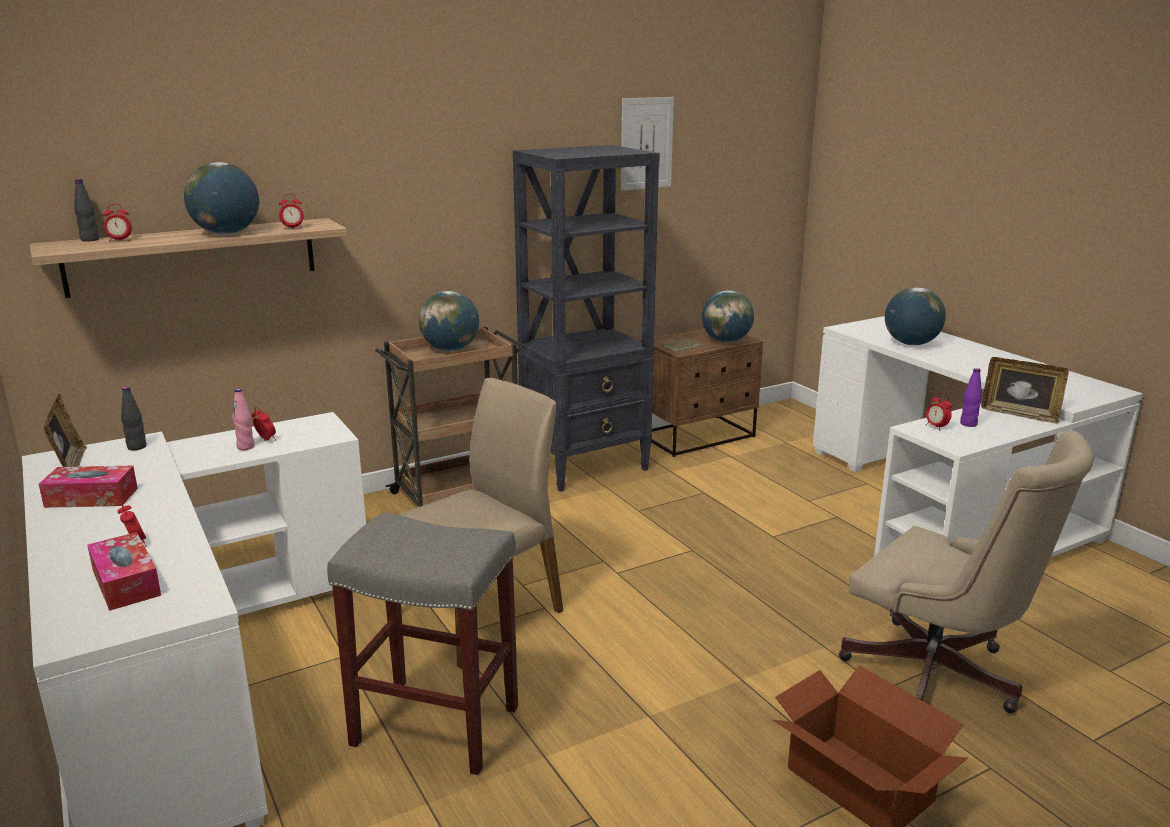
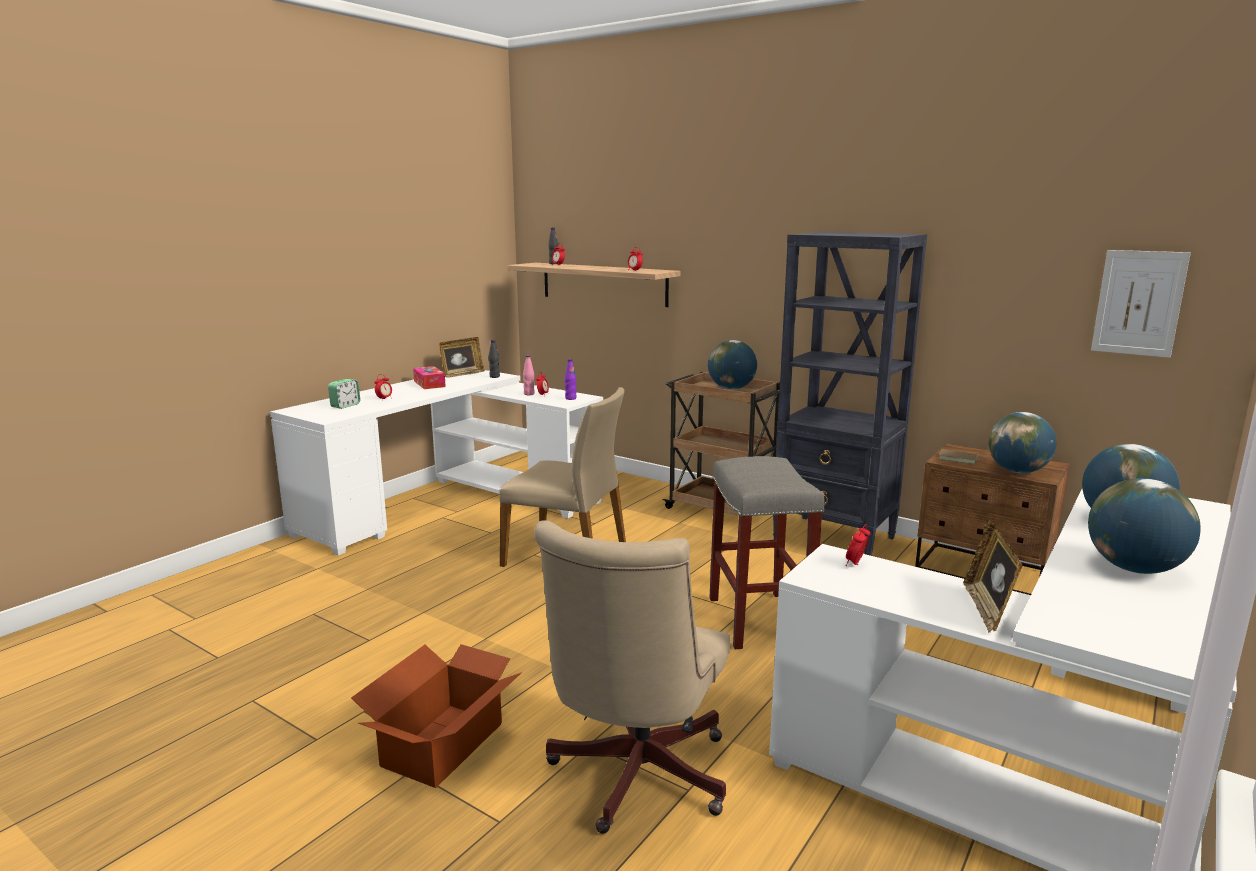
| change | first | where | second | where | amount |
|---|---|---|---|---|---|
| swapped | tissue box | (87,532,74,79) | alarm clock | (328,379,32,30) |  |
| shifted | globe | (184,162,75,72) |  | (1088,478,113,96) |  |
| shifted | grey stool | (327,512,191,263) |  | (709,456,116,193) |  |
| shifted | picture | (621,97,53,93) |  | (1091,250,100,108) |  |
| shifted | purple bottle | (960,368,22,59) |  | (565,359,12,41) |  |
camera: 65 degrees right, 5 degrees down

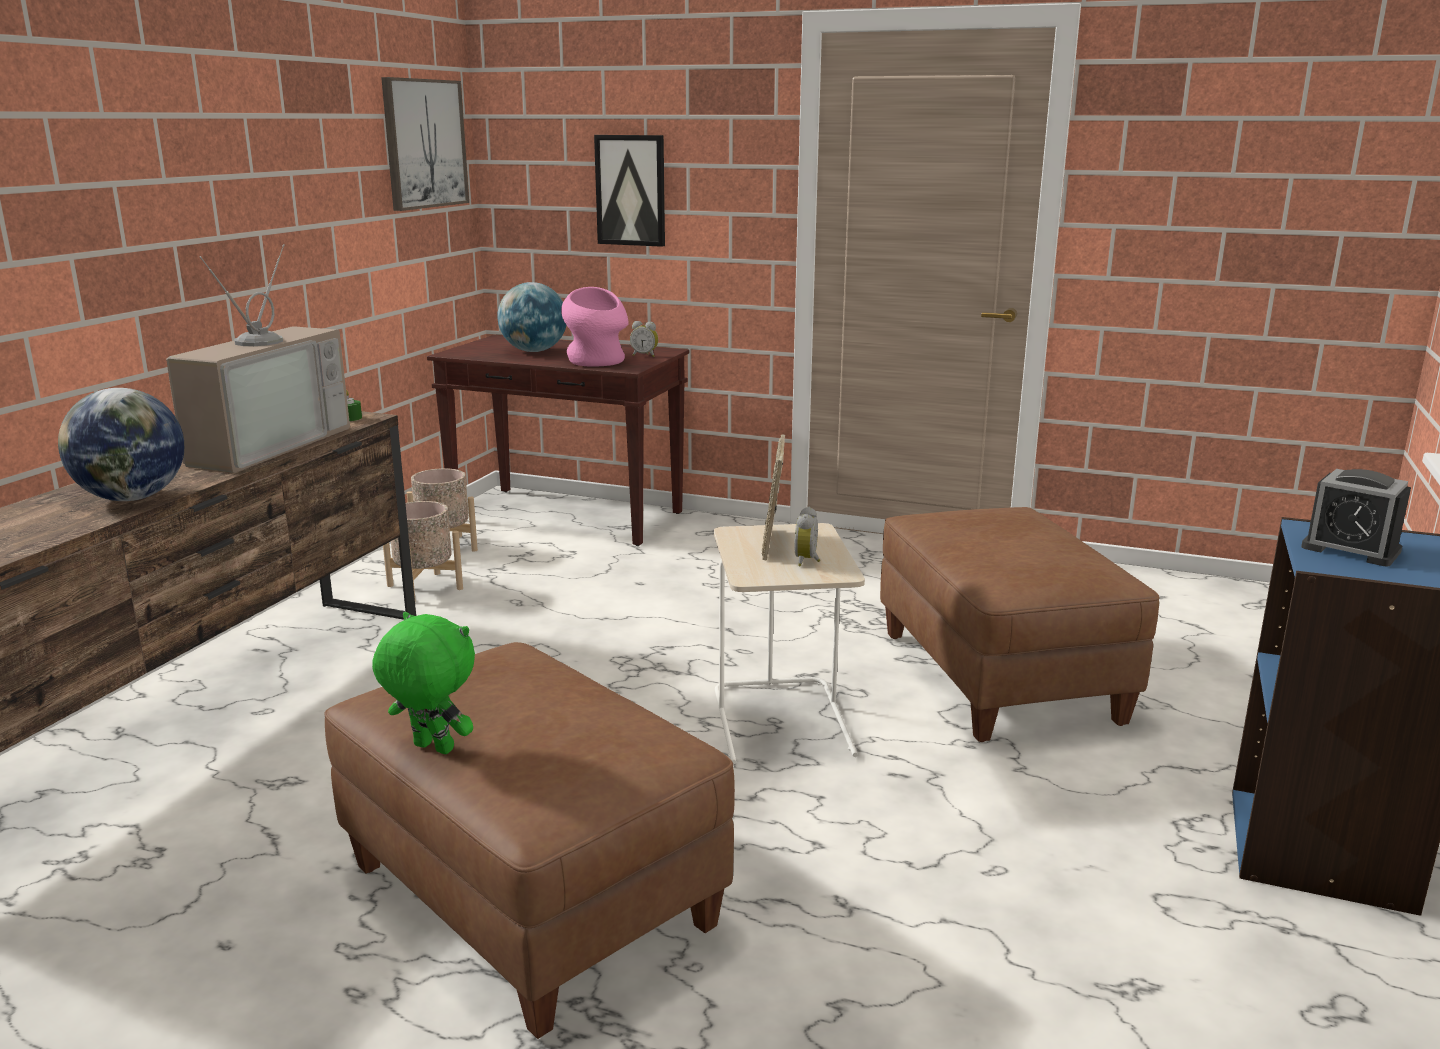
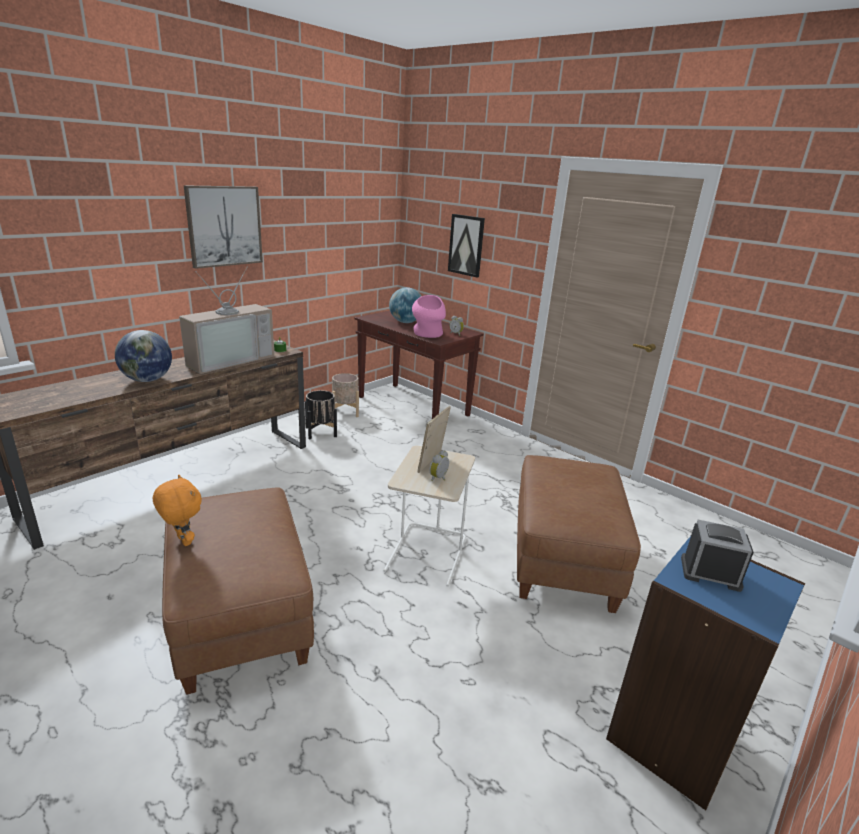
| change | first | where | second | where | amount |
|---|---|---|---|---|---|
| repainted | green plush toy | (372,612,103,142) | orange plush toy | (153,474,49,72) |  |
| shifted | picture | (381,77,88,134) |  | (184,185,79,84) |  |
| repainted | beige planter | (383,501,80,101) | black planter | (305,390,32,49) |  |
| rotated | alarm clock | (1301,469,110,97) |  | (681,520,73,72) | 135 degrees clockwise |
camera: 20 degrees right, 5 degrees up

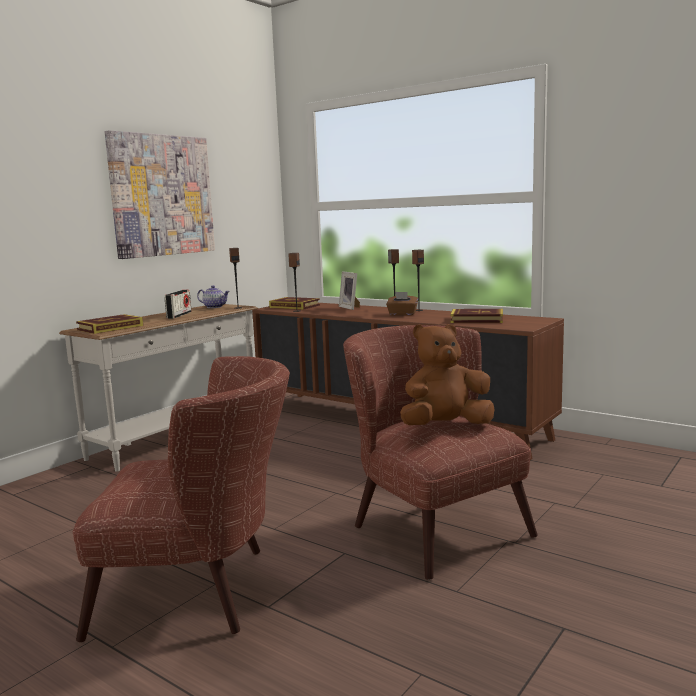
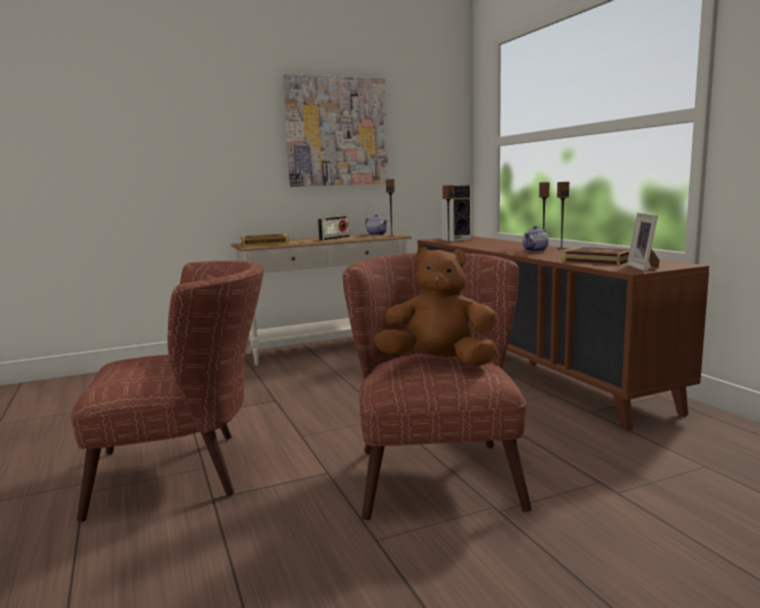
| change | first | where | second | where | amount |
|---|---|---|---|---|---|
| rotated | brown armchair | (73,356,217,286) |  | (71,261,193,261) | 45 degrees counterclockwise |
| swapped | book | (269,297,51,13) | speaker | (441,184,31,57) |  |
| shifted | picture frame | (339,271,21,39) |  | (627,213,33,58) |  |
| swapped | brown tissue box | (386,292,32,23) | teapot | (522,226,27,26) |  |
camera: 30 degrees right, 0 degrees up

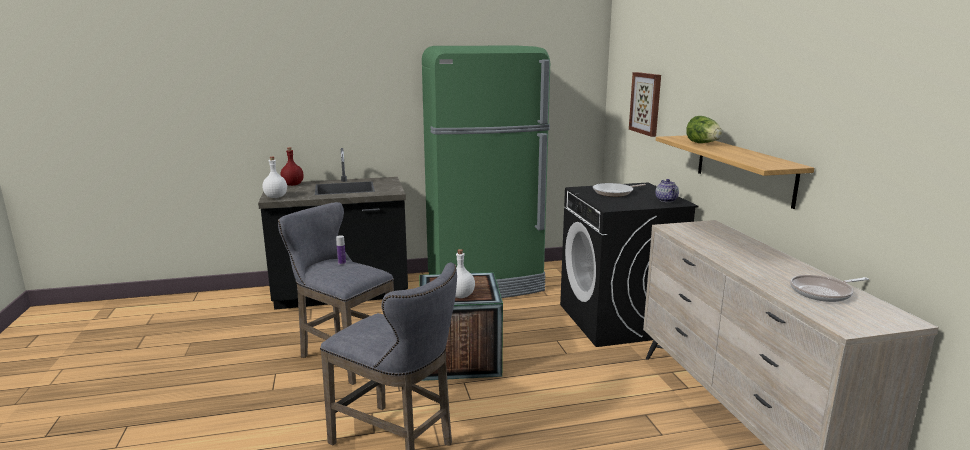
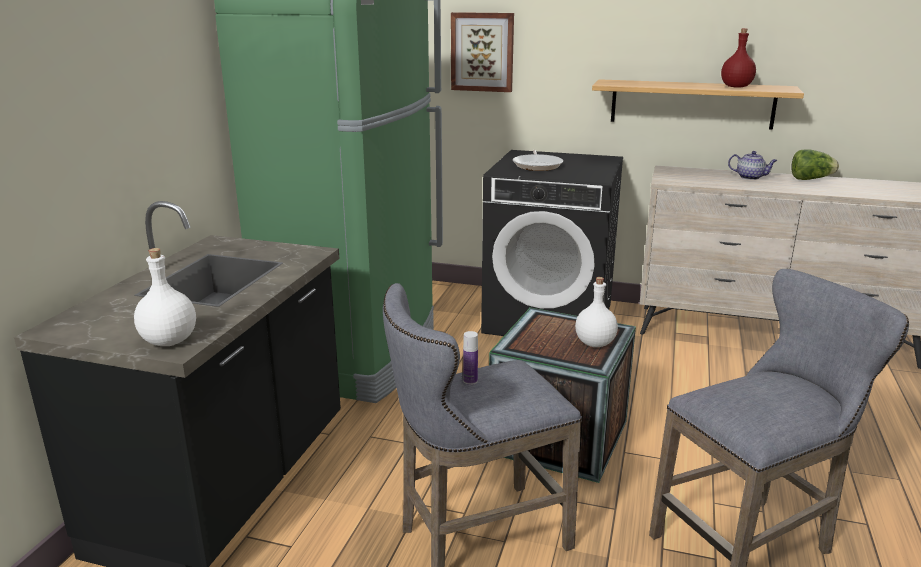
| change | first | where | second | where | amount |
|---|---|---|---|---|---|
| shifted | red bottle | (280,147,24,39) |  | (721,28,35,60) |  |
| shifted | teapot | (655,179,24,23) |  | (728,151,50,29) |  |
| shifted | lettuce | (686,116,37,27) |  | (792,149,47,31) |  |
| gone | frying pan | (790,275,79,27) |  |  |  |
camera: 60 degrees left, 5 degrees up

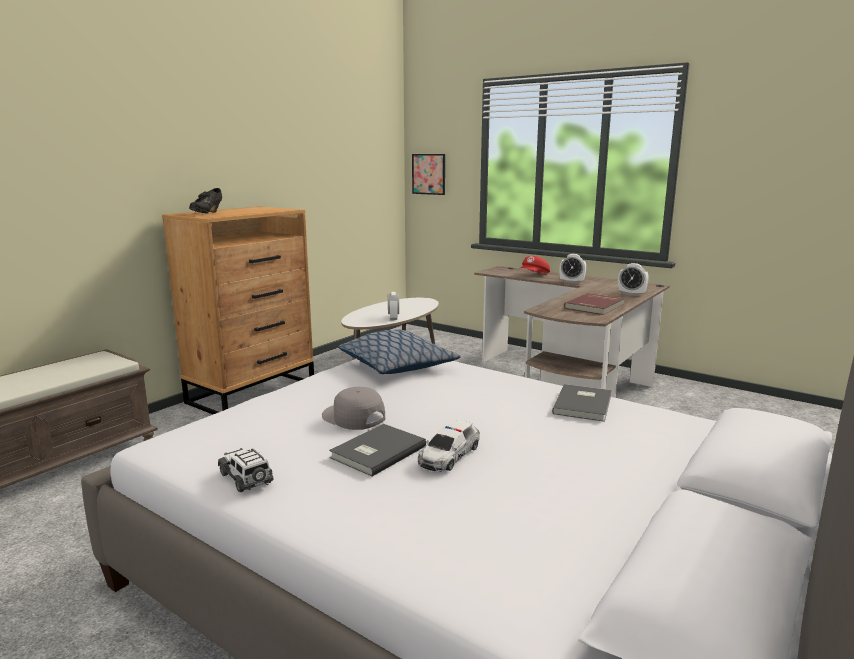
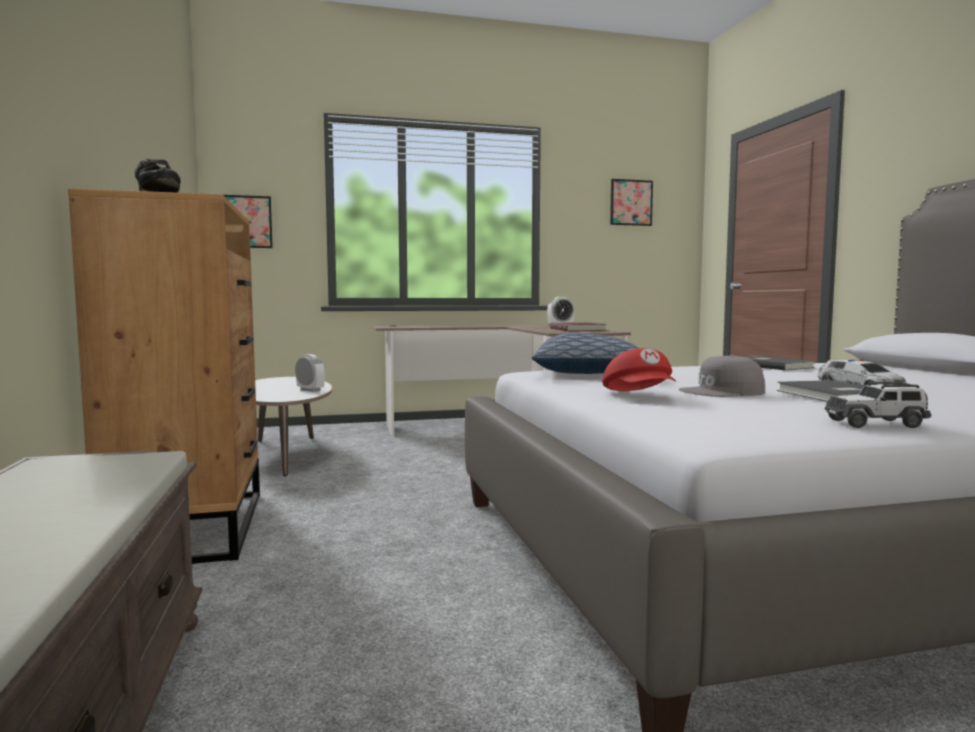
| change | first | where | second | where | amount |
|---|---|---|---|---|---|
| shifted | red cap | (519,256,31,17) |  | (602,348,74,43) |  |
| gone | alarm clock | (559,254,27,29) |  |  |  |
| new |  |  | picture | (610,179,43,47) |  |
camera: 50 degrees left, 10 degrees down

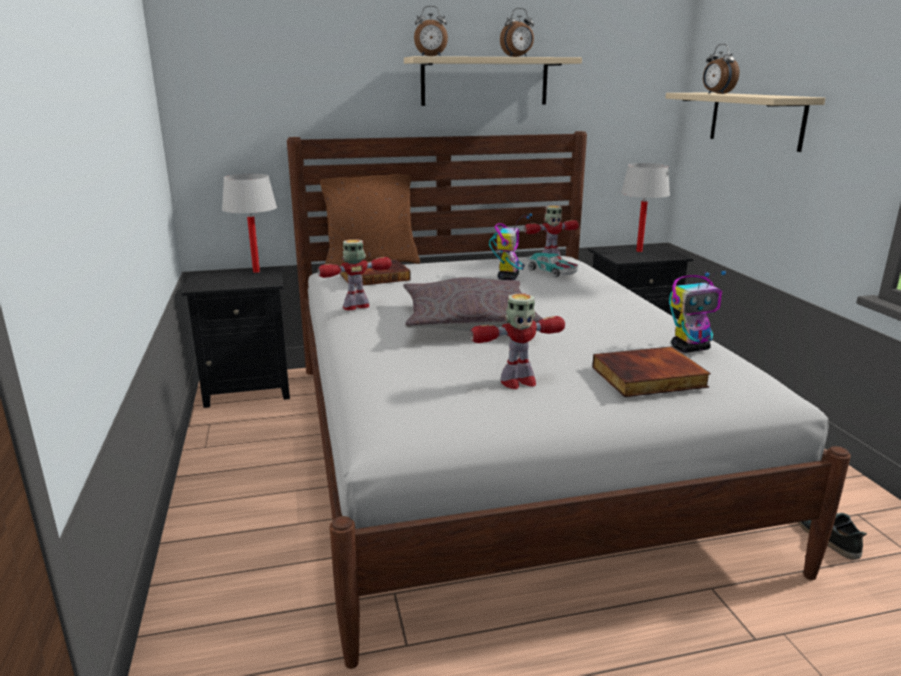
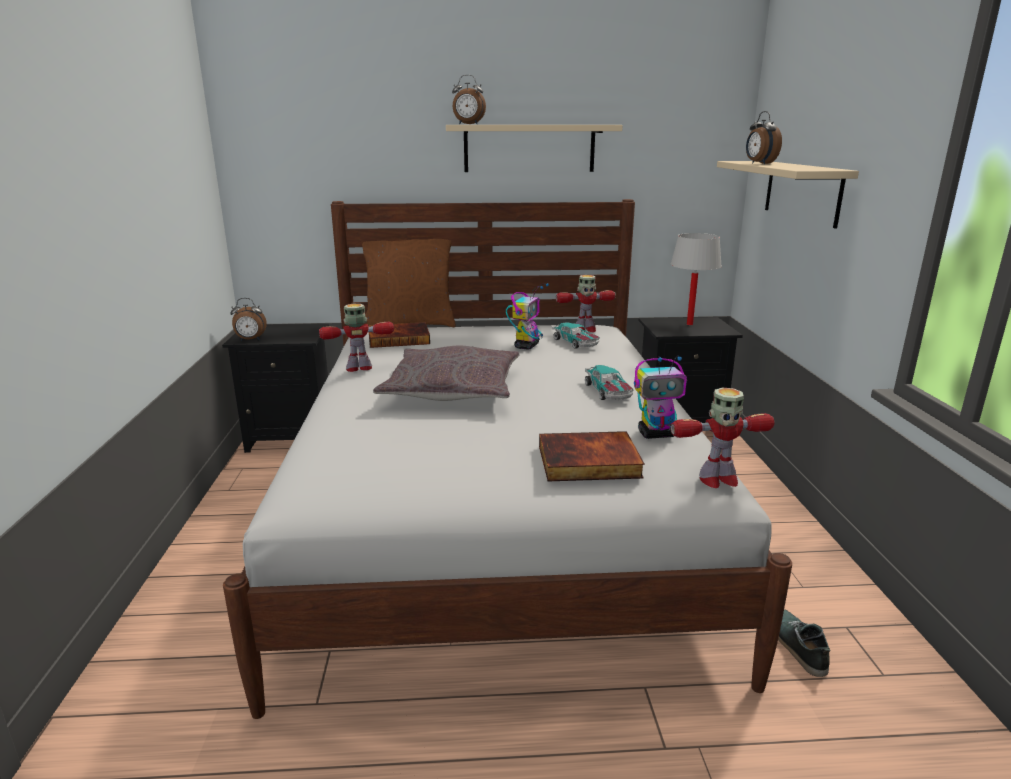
| change | first | where | second | where | amount |
|---|---|---|---|---|---|
| gone | white table lamp | (222,174,55,99) |  |  |  |
| shifted | toy robot | (470,293,95,96) |  | (671,388,104,100) |  |
| shifted | alarm clock | (500,8,34,49) |  | (230,298,37,43) |  |
| new |  |  | toy car | (585,365,49,35) |  |
camera: 10 degrees right, 0 degrees up

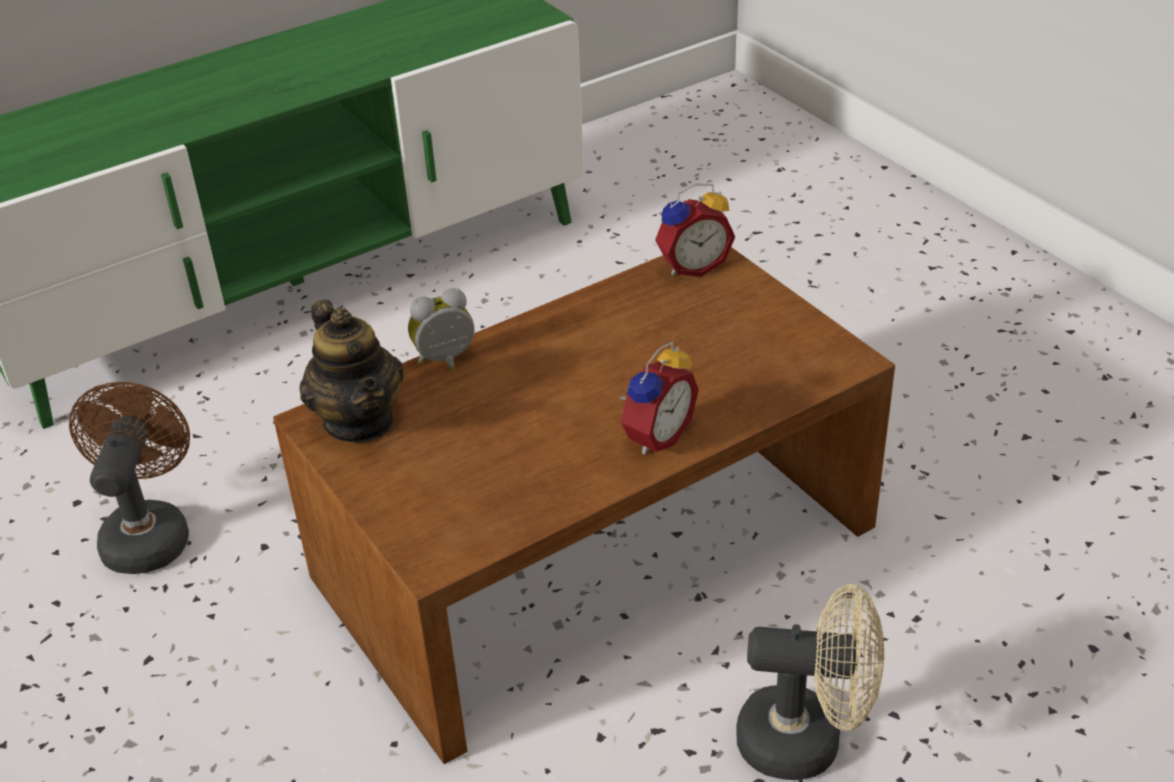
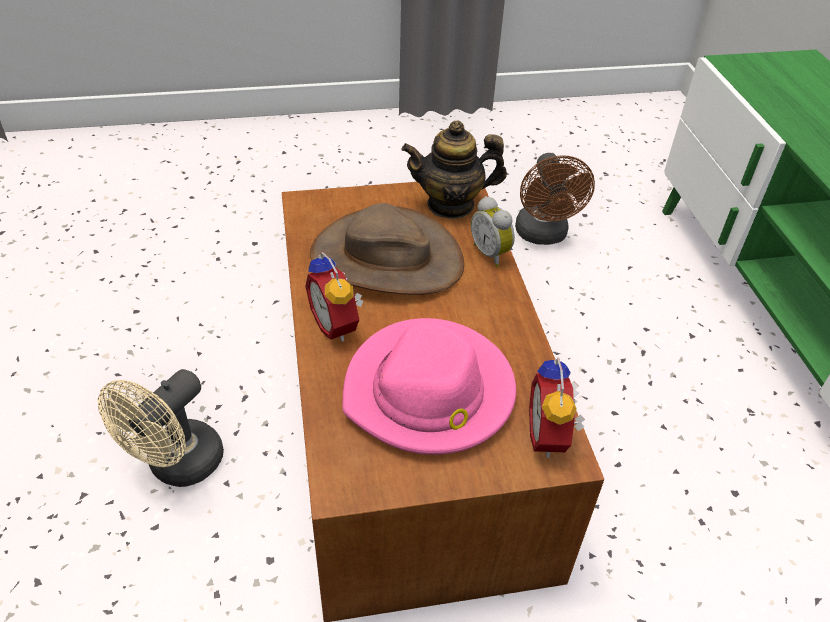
| change | first | where | second | where | amount |
|---|---|---|---|---|---|
| rotated | brown fan | (69,382,121,192) |  | (515,153,80,92) | 60 degrees clockwise |
| rotated | alarm clock | (408,288,67,83) |  | (471,196,44,71) | 150 degrees clockwise |
| new |  |  | brown hat | (310,203,154,92) |  |
| new |  |  | pink hat | (342,318,174,137) |  |
camera: 110 degrees right, 5 degrees up

